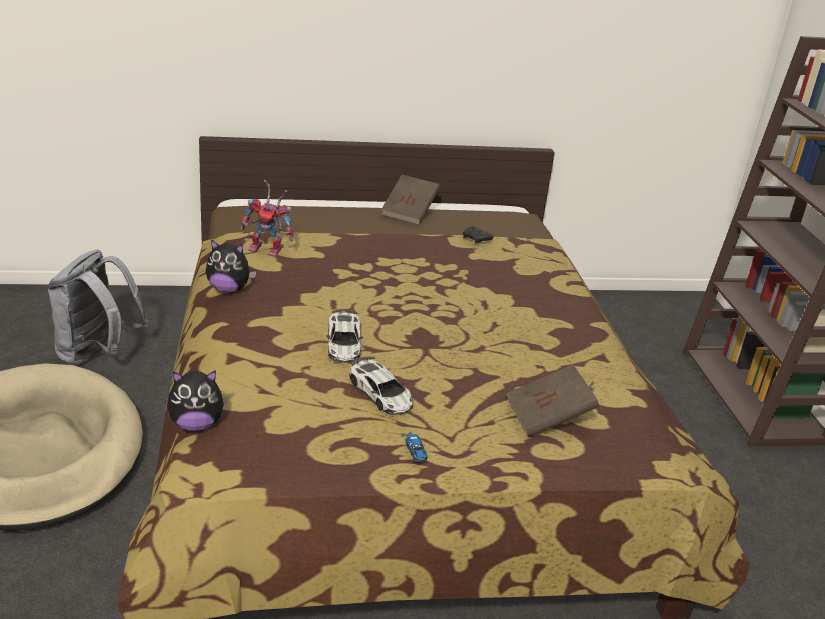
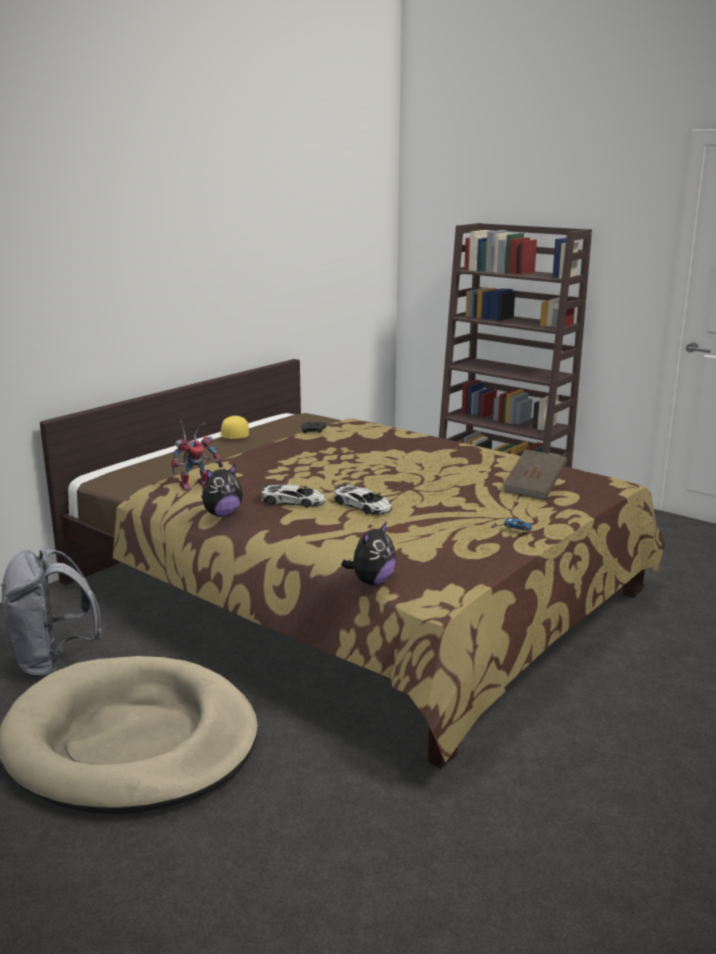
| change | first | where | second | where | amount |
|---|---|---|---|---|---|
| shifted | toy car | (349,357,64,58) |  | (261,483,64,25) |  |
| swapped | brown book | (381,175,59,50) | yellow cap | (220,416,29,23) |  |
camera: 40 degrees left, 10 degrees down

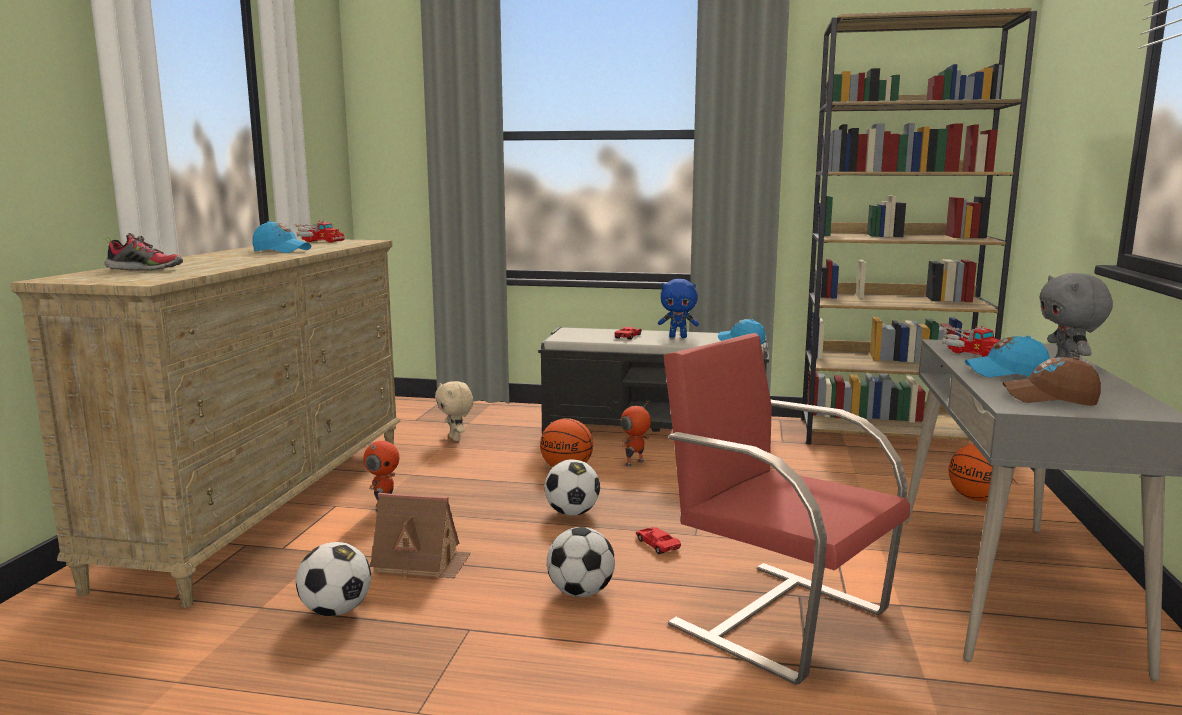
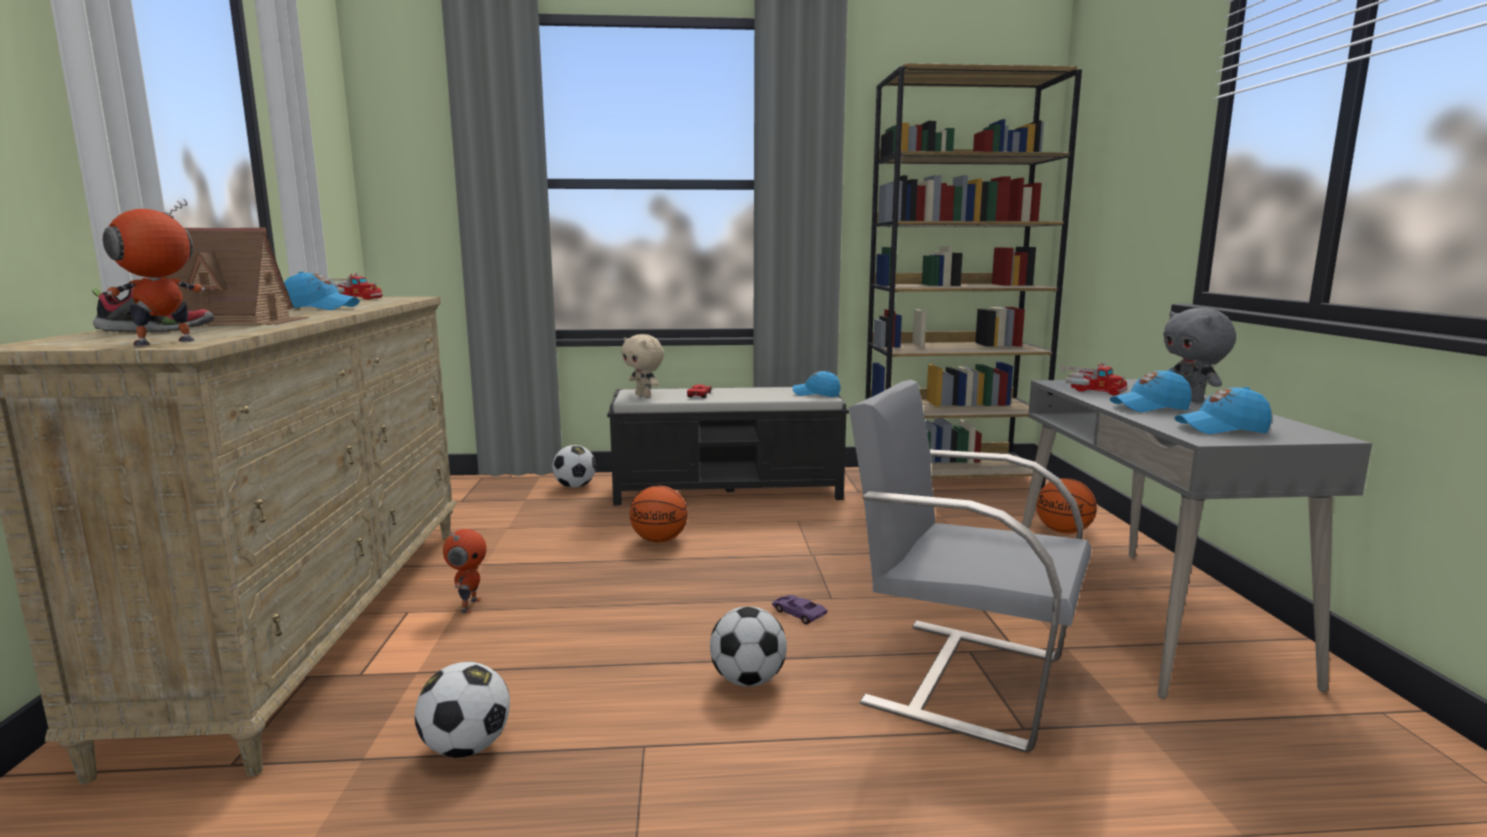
| change | first | where | second | where | amount |
|---|---|---|---|---|---|
| shifted | toy house | (370,493,101,86) |  | (160,228,149,99) |  |
| shifted | beige plush toy | (435,381,38,60) |  | (621,334,43,63) |  |
| shifted | football | (544,460,56,56) |  | (552,445,44,43) |  |
| shifted | toy robot | (621,400,30,67) |  | (103,199,102,147) |  |
| repainted | red toy car | (636,527,45,27) | purple toy car | (772,595,56,29) |  |
| gone | blue plush toy | (658,279,41,59) |  |  |  |
| repainted | red chair | (663,333,247,352) | grey chair | (849,380,242,373) |  |
| repainted | brown cap | (1003,357,98,49) | blue cap | (1174,387,98,47) |  |
camera: 15 degrees left, 0 degrees up

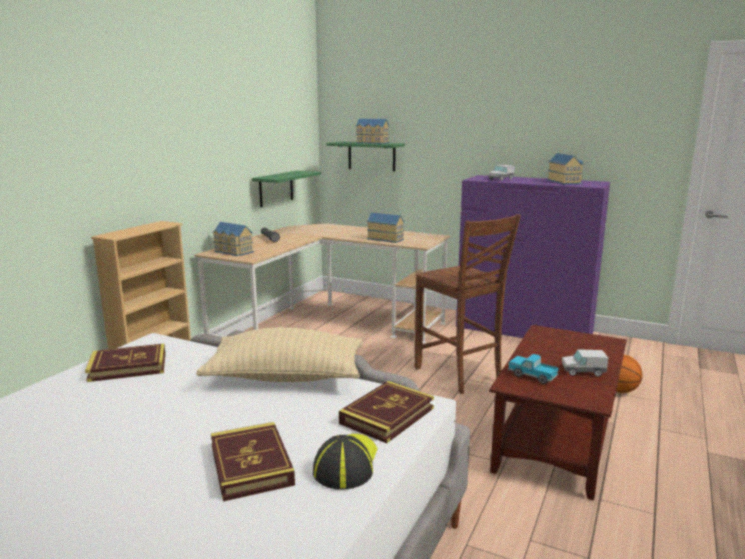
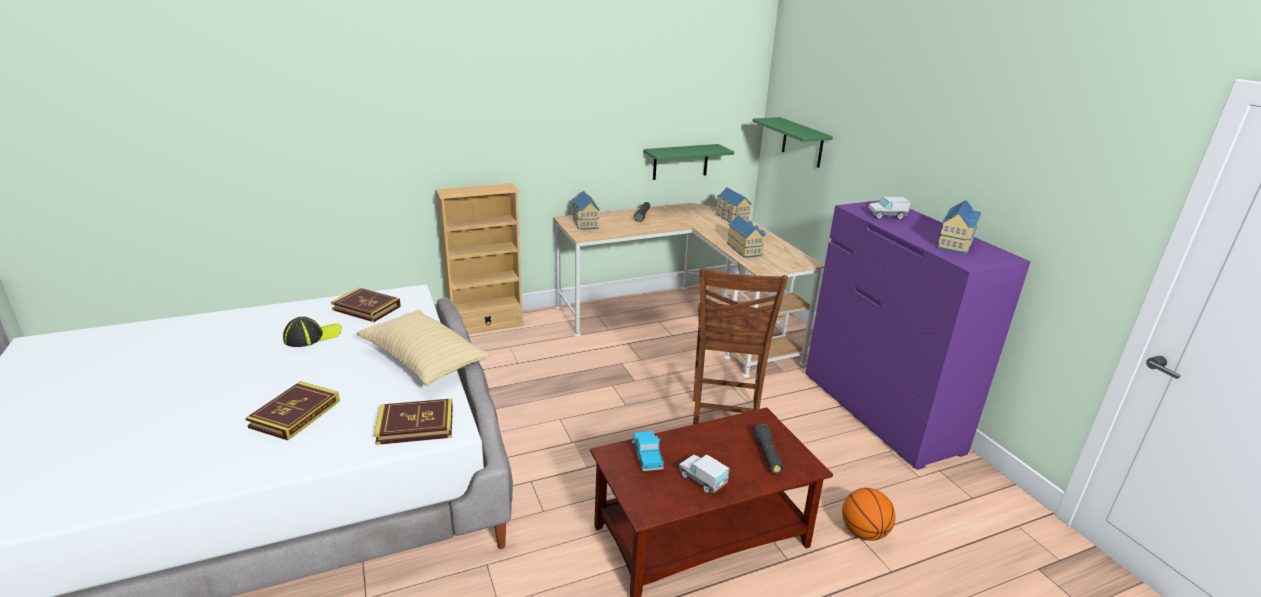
| change | first | where | second | where | amount |
|---|---|---|---|---|---|
| shifted | cap | (313,434,65,56) |  | (283,317,59,30) |  |
| shifted | toy house | (356,119,33,25) |  | (716,187,36,36) |  |
| new |  |  | black flashlight | (753,424,30,50) |  |
camera: 40 degrees right, 10 degrees up

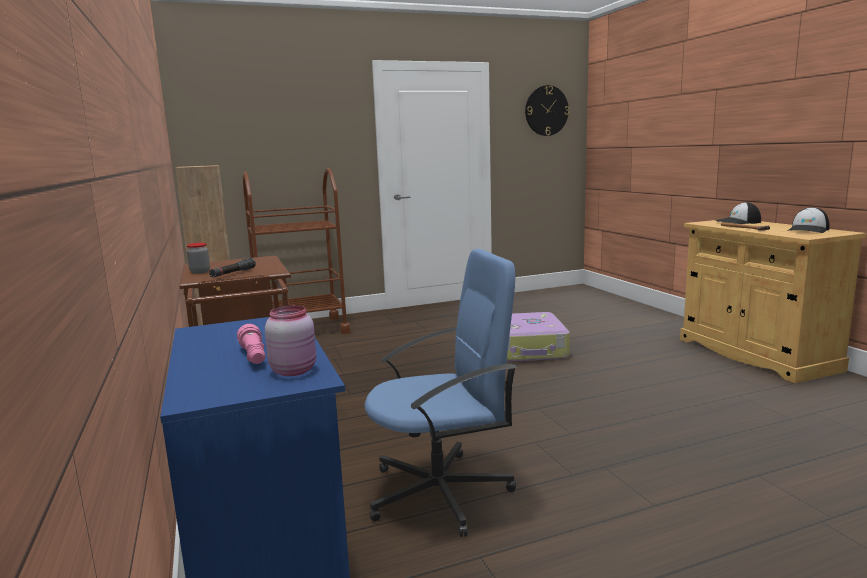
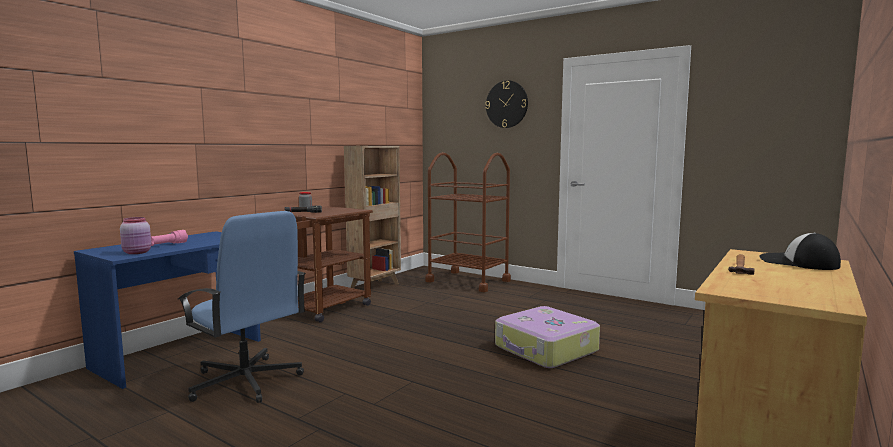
| change | first | where | second | where | amount |
|---|---|---|---|---|---|
| shifted | wall clock | (525,85,44,51) |  | (485,80,43,48) |  |
| gone | cap | (787,207,43,26) |  |  |  |
camera: 55 degrees right, 5 degrees down

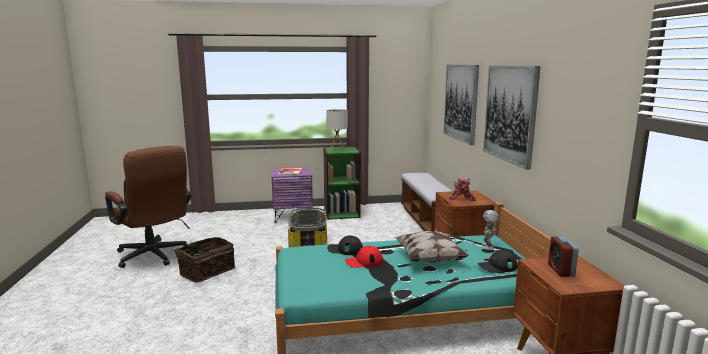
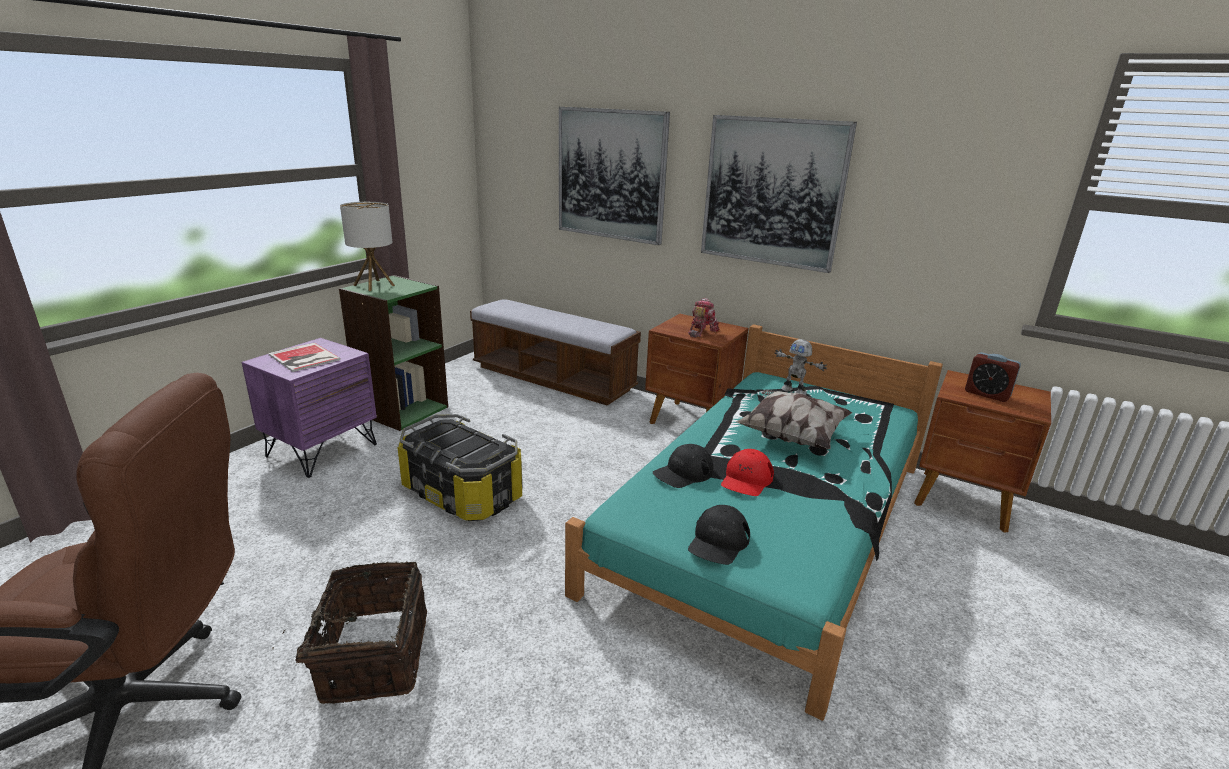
| change | first | where | second | where | amount |
|---|---|---|---|---|---|
| shifted | black cap | (478,250,40,23) |  | (688,505,62,60) |  |
camera: 50 degrees left, 10 degrees up

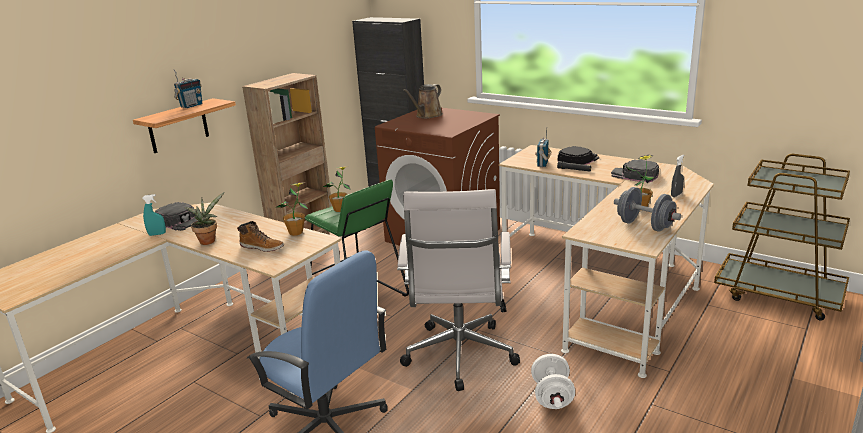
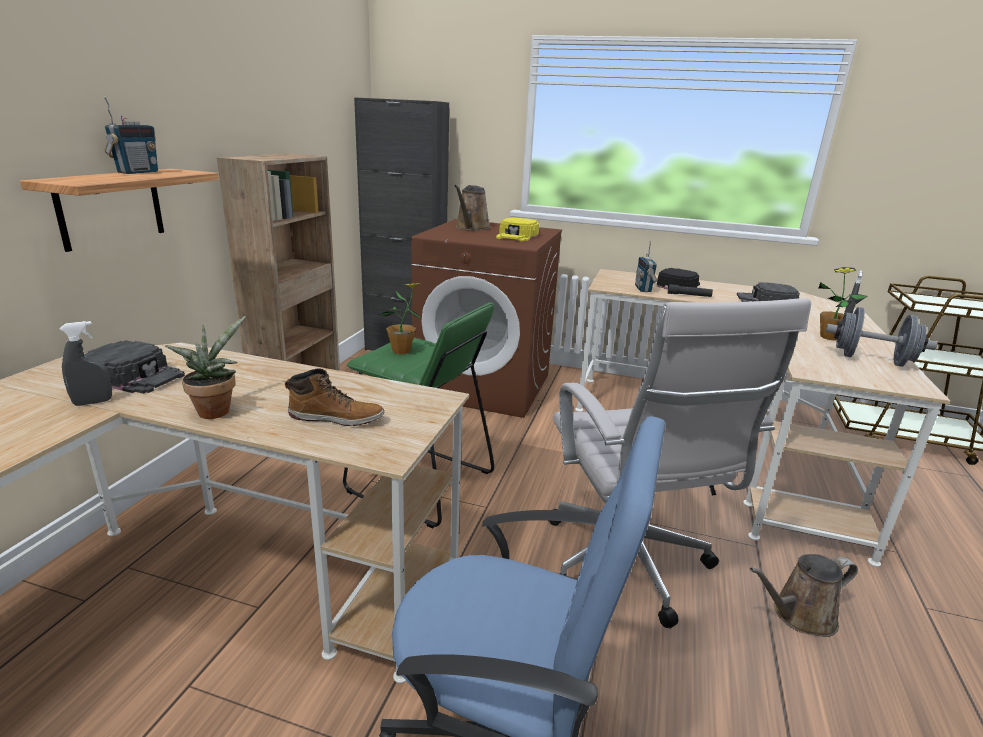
| change | first | where | second | where | amount |
|---|---|---|---|---|---|
| repainted | turquoise spray bottle | (142,194,24,42) | grey spray bottle | (60,321,52,85) |  |
| gone | potted plant | (275,182,33,54) |  |  |  |
| swapped | white dumbbell | (531,354,44,55) | brown watering can | (750,554,108,83) |  |
| new |  |  | yellow cap | (496,218,43,24) |  |
camera: 20 degrees left, 0 degrees up

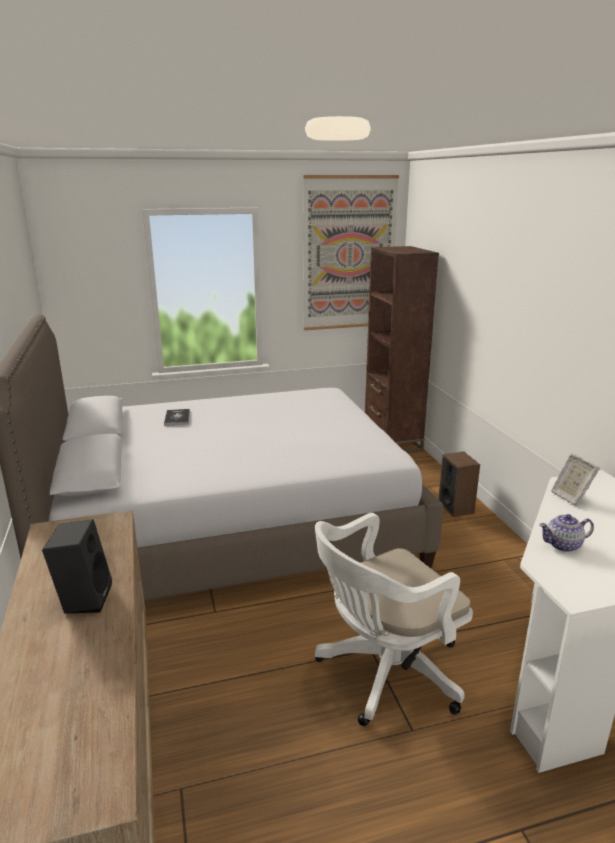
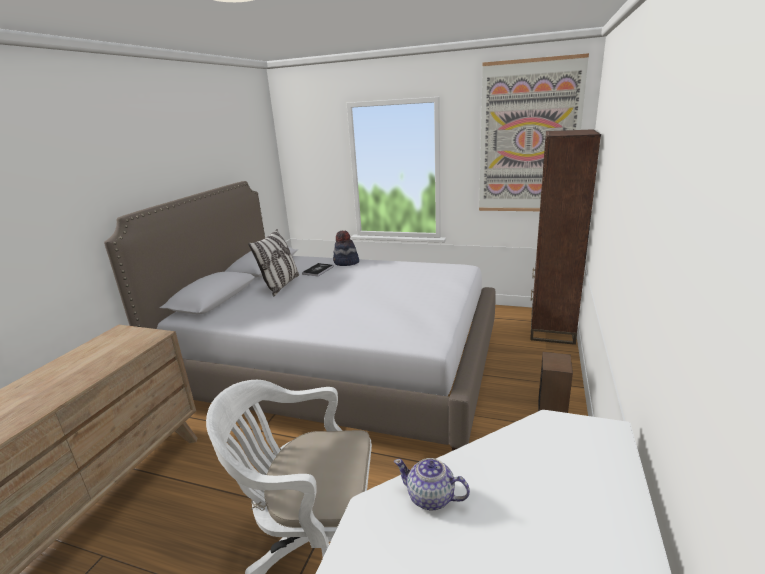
| change | first | where | second | where | amount |
|---|---|---|---|---|---|
| gone | black speaker | (42,519,70,95) |  |  |  |
| gone | picture frame | (551,453,49,53) |  |  |  |
| new |  |  | pillow | (248,229,51,68) |  |
| new |  |  | hat | (333,231,26,35) |  |
camera: 35 degrees right, 0 degrees up

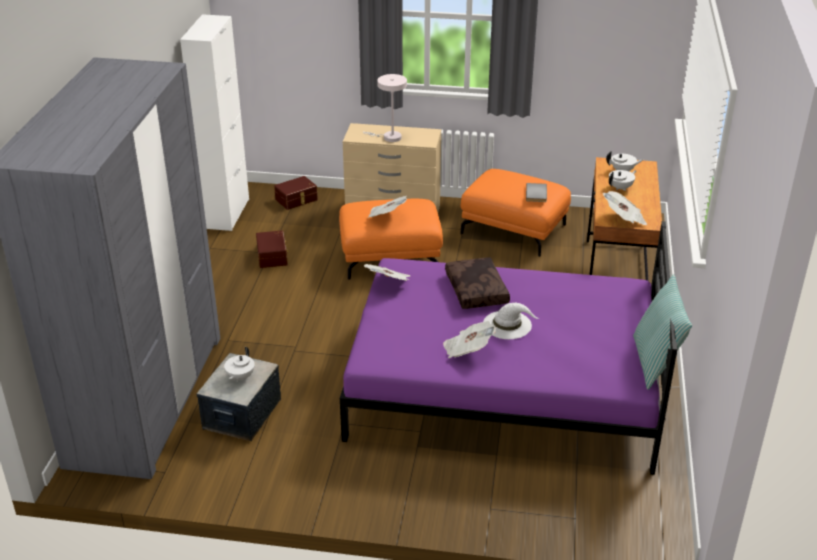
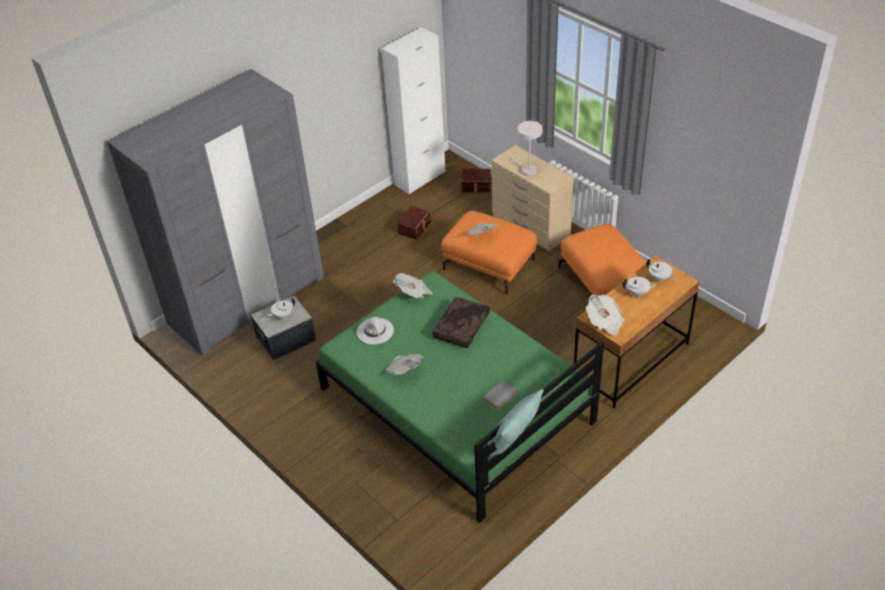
| change | first | where | second | where | amount |
|---|---|---|---|---|---|
| repainted | purple bed | (340,221,337,254) | green bed | (316,271,288,252) |  |
| shifted | white hat | (483,303,56,36) |  | (357,317,37,27) |  |
| shifted | grey book | (526,183,21,19) |  | (482,380,35,30) |  |
camera: 40 degrees right, 10 degrees up

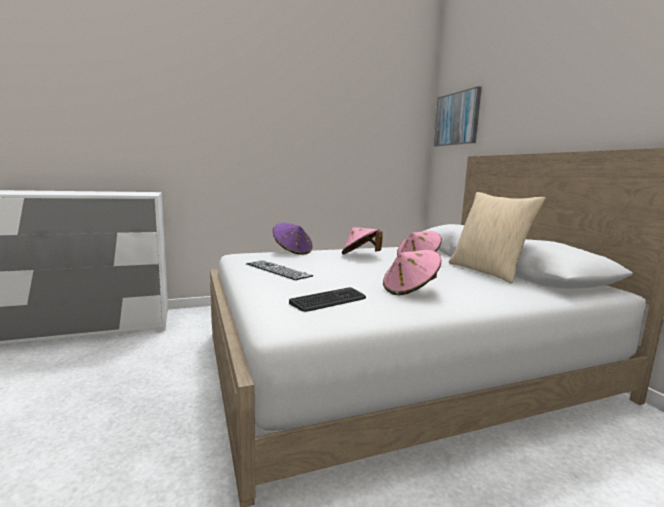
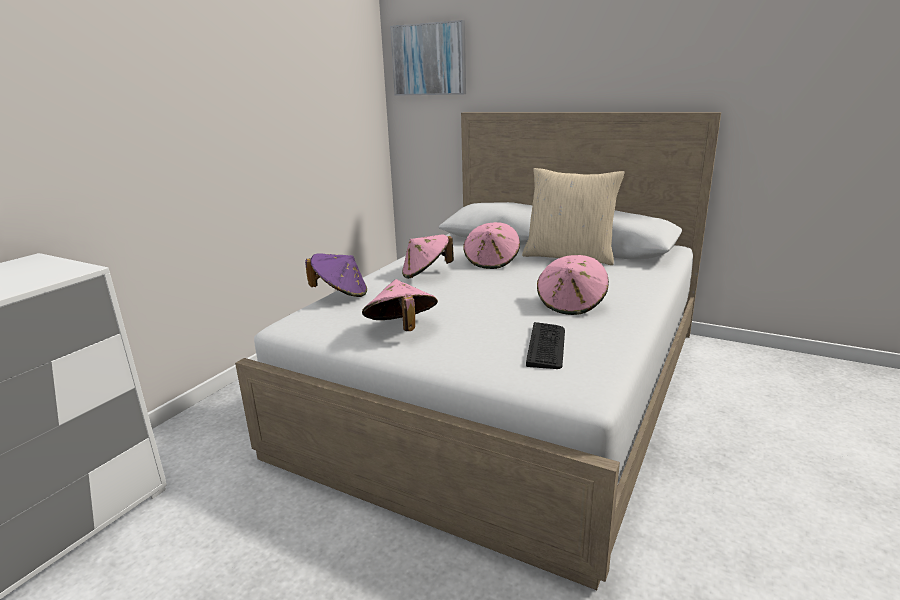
| change | first | where | second | where | amount |
|---|---|---|---|---|---|
| swapped | keyboard | (246,260,67,20) | pink hat | (362,279,76,52) |  |
camera: 40 degrees left, 10 degrees up

